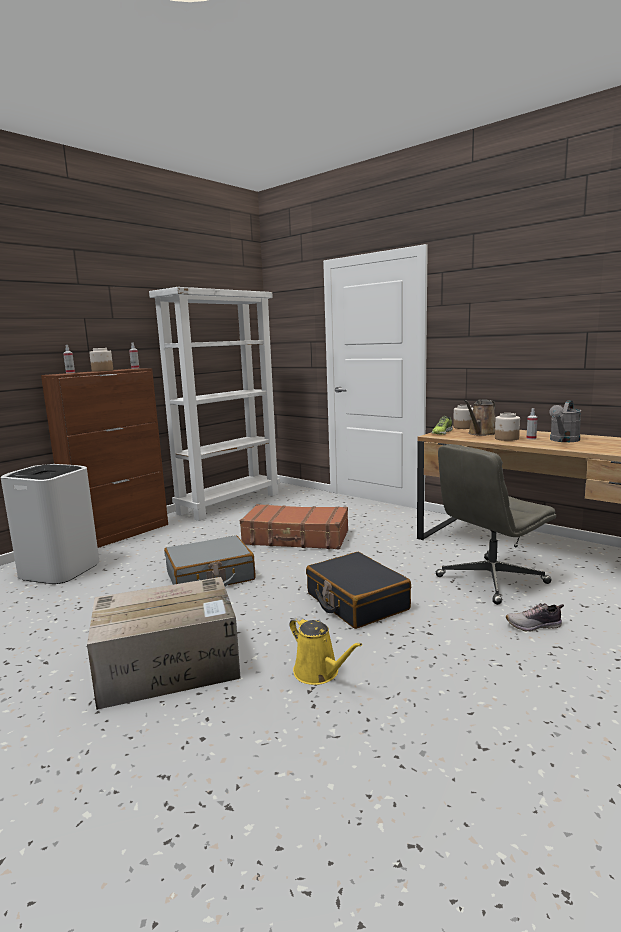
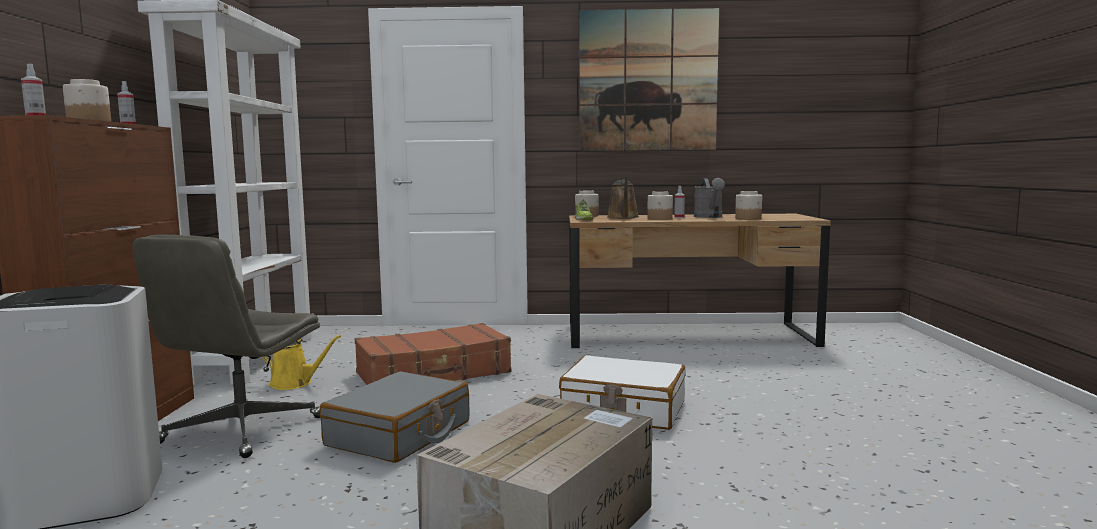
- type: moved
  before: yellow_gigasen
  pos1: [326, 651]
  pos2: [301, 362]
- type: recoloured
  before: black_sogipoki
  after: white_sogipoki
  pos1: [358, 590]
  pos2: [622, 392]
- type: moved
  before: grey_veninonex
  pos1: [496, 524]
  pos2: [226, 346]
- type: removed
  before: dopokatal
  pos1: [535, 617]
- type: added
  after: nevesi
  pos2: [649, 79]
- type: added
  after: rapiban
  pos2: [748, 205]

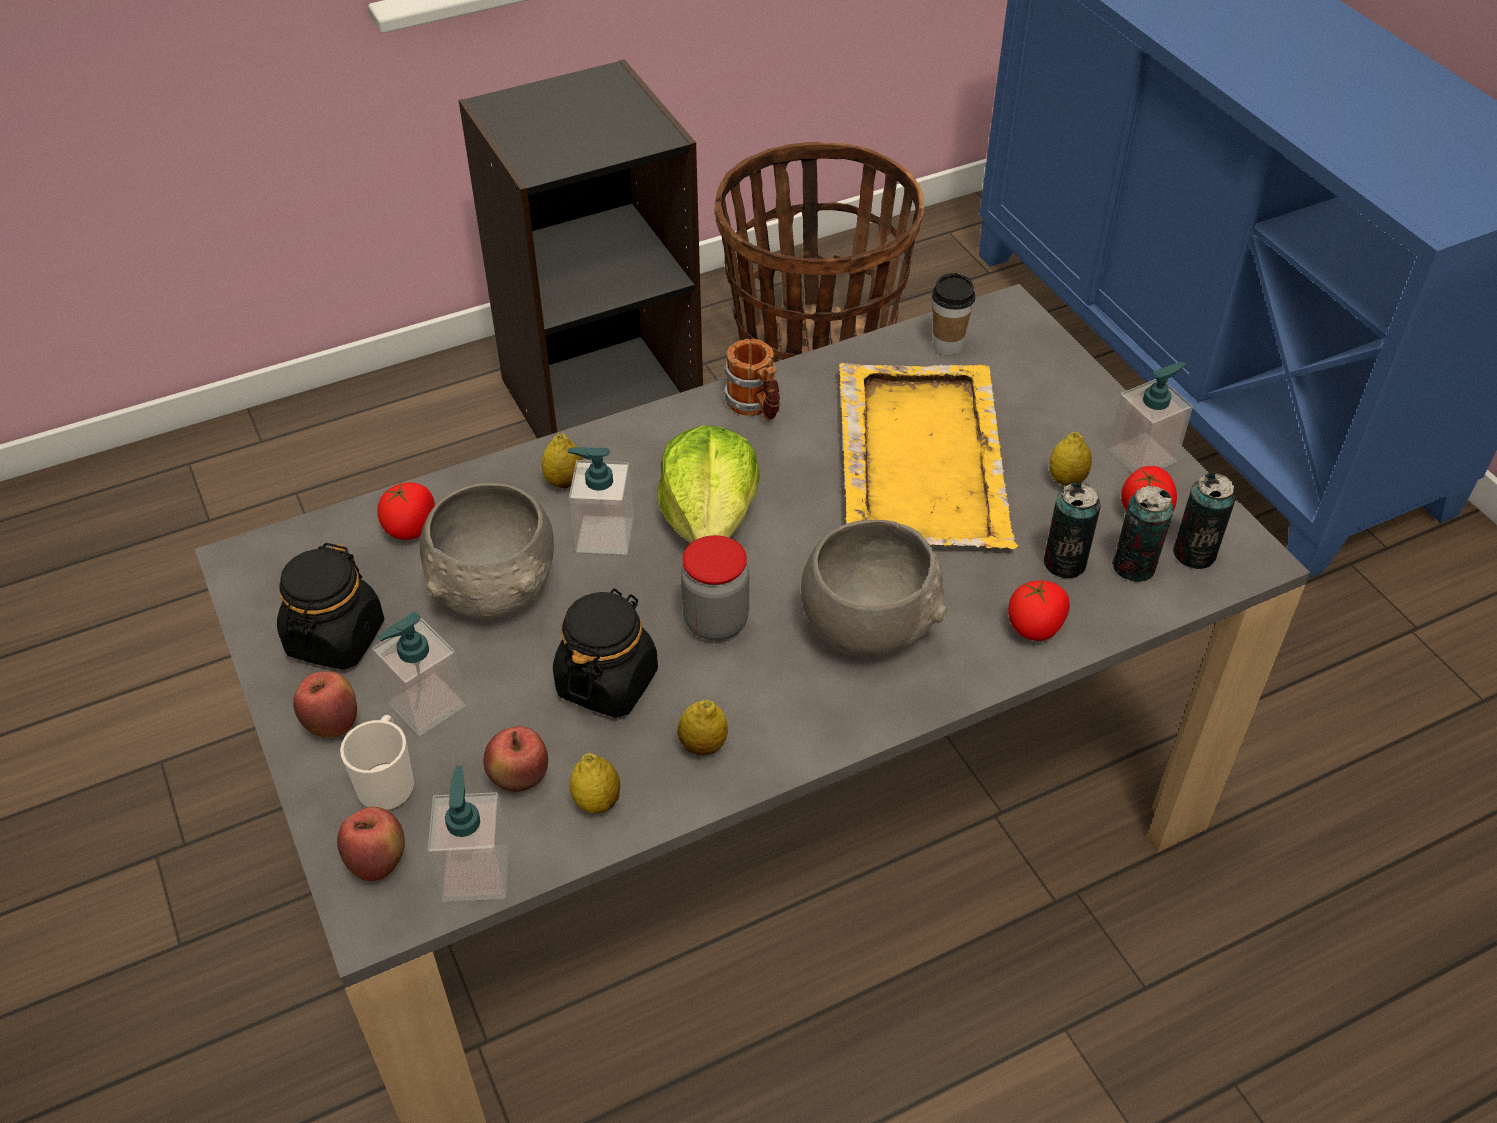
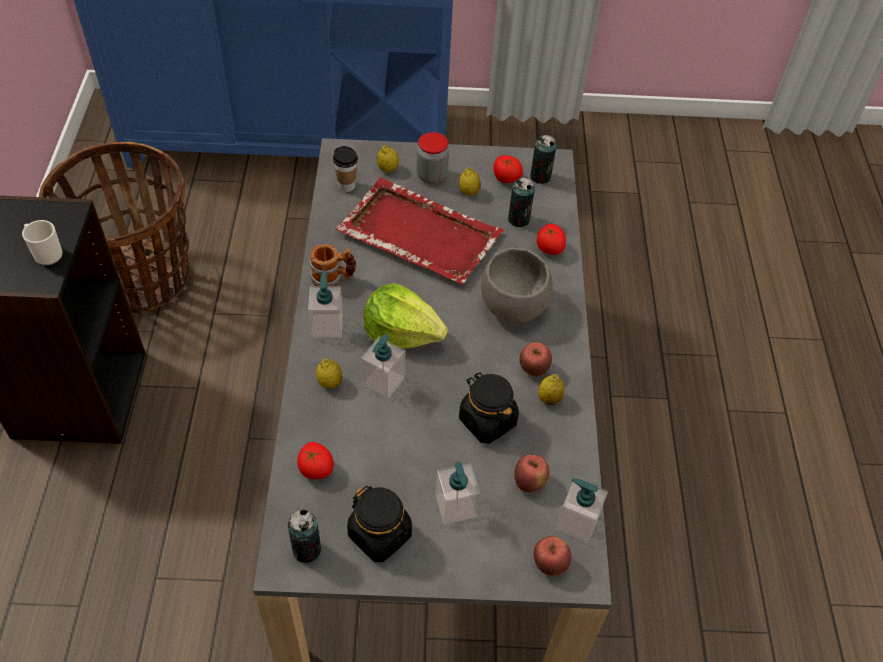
- type: moved
  before: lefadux
  pos1: [325, 704]
  pos2: [535, 359]
- type: moved
  before: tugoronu
  pos1: [377, 763]
  pos2: [42, 242]
- type: removed
  before: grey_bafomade
  pos1: [487, 551]
- type: moved
  before: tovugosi
  pos1: [595, 783]
  pos2: [388, 158]
- type: moved
  before: rapiban
  pos1: [715, 588]
  pos2: [432, 158]
- type: recoloured
  before: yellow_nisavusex
  after: red_nisavusex
  pos1: [928, 456]
  pos2: [420, 231]
- type: moved
  before: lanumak
  pos1: [1150, 417]
  pos2: [325, 304]
- type: moved
  before: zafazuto
  pos1: [1142, 534]
  pos2: [304, 536]

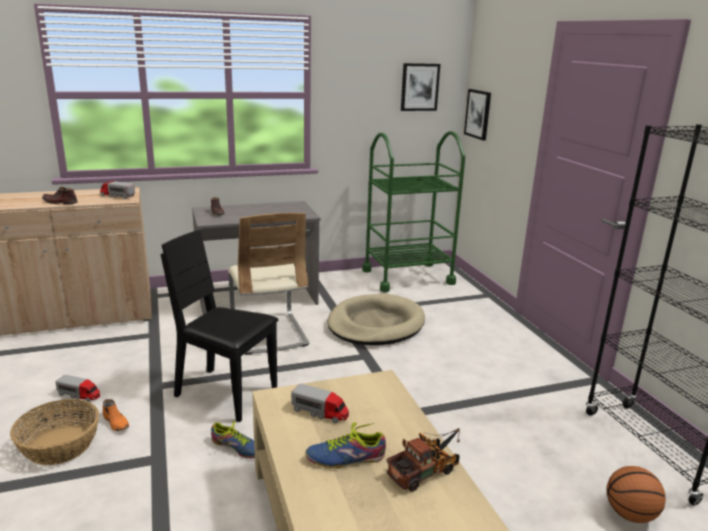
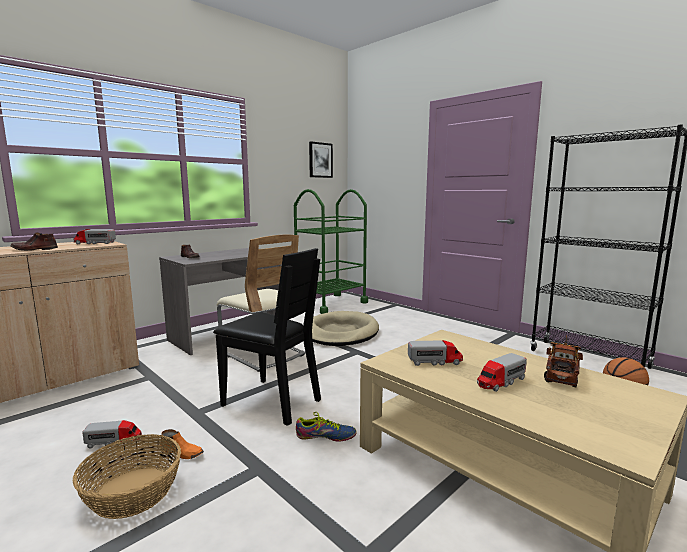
- type: turned
  before: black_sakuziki
  pos1: [219, 326]
  pos2: [267, 337]
  turn: -150
- type: replaced
  before: dopokatal
  after: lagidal
  pos1: [345, 445]
  pos2: [502, 372]
- type: removed
  before: nevesi
  pos1: [477, 114]

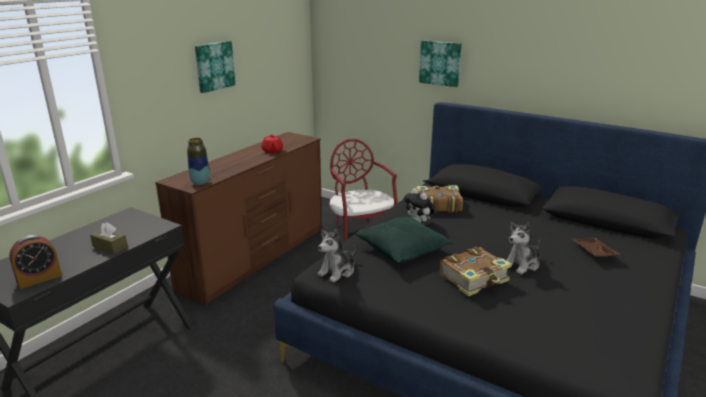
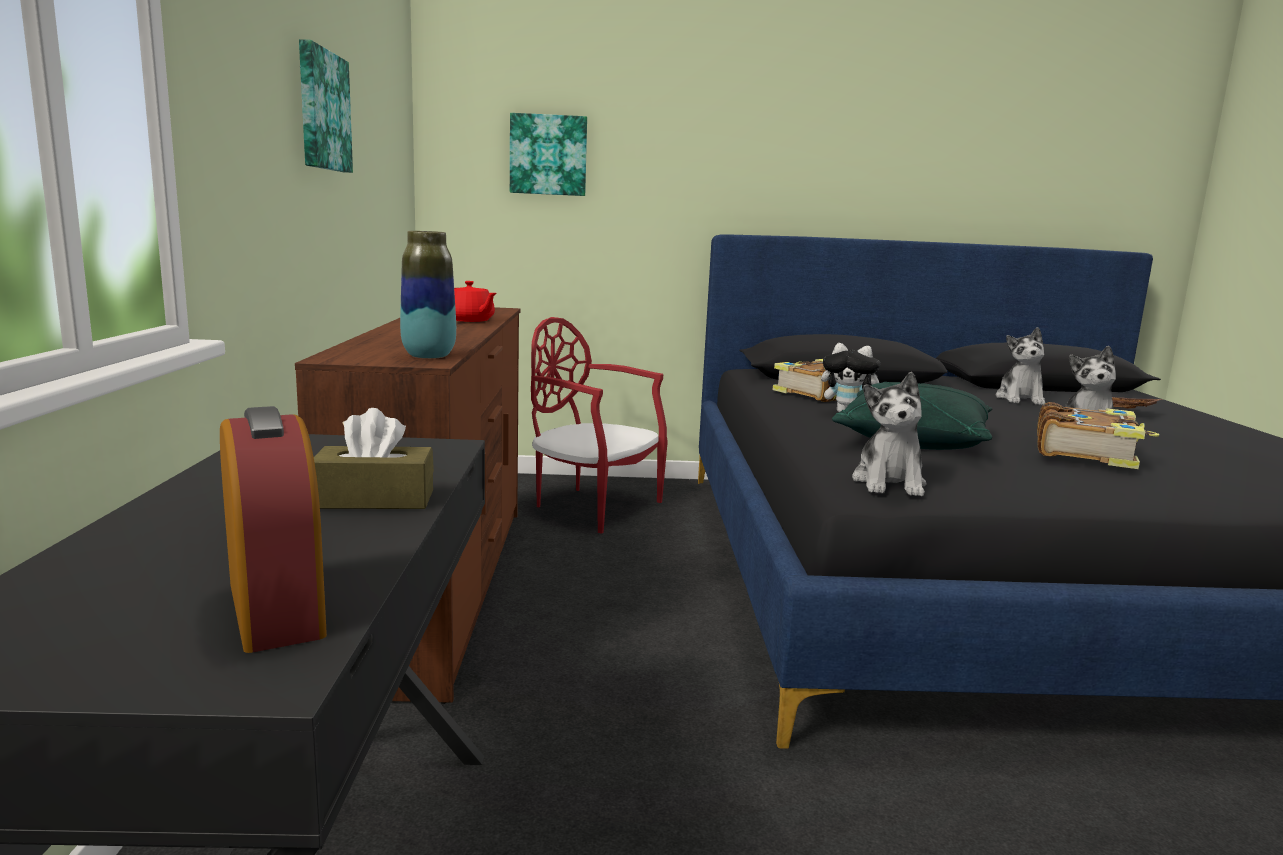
- type: turned
  before: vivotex
  pos1: [35, 262]
  pos2: [273, 529]
  turn: -45
- type: moved
  before: nevesi
  pos1: [440, 63]
  pos2: [548, 154]
- type: added
  after: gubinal
  pos2: [1020, 366]

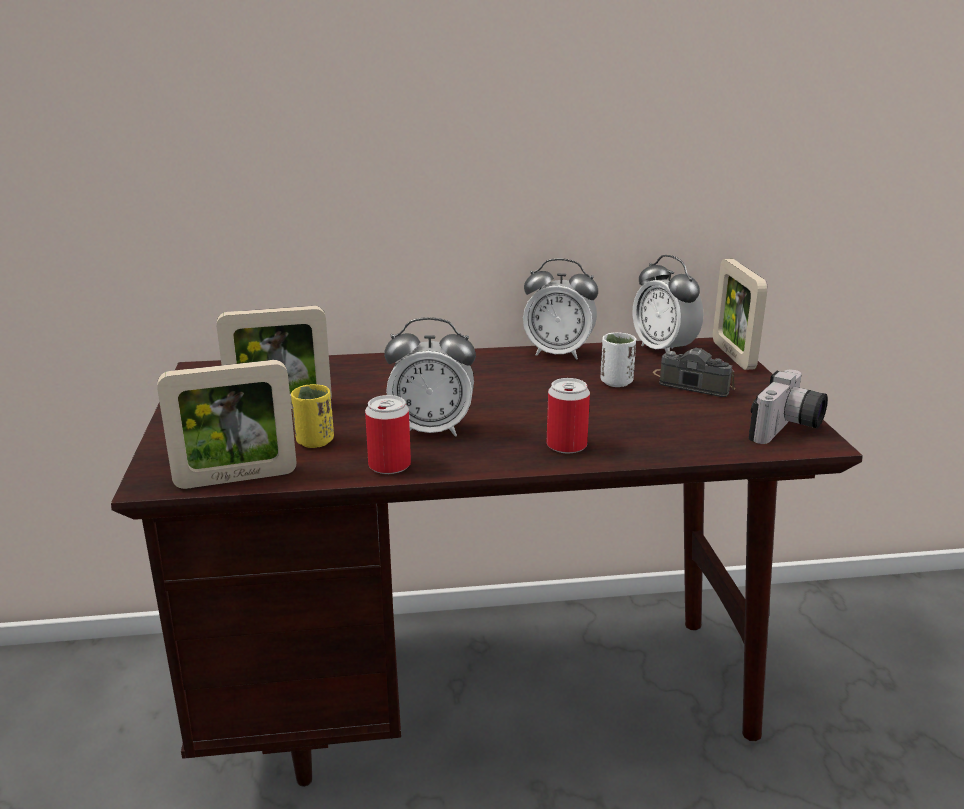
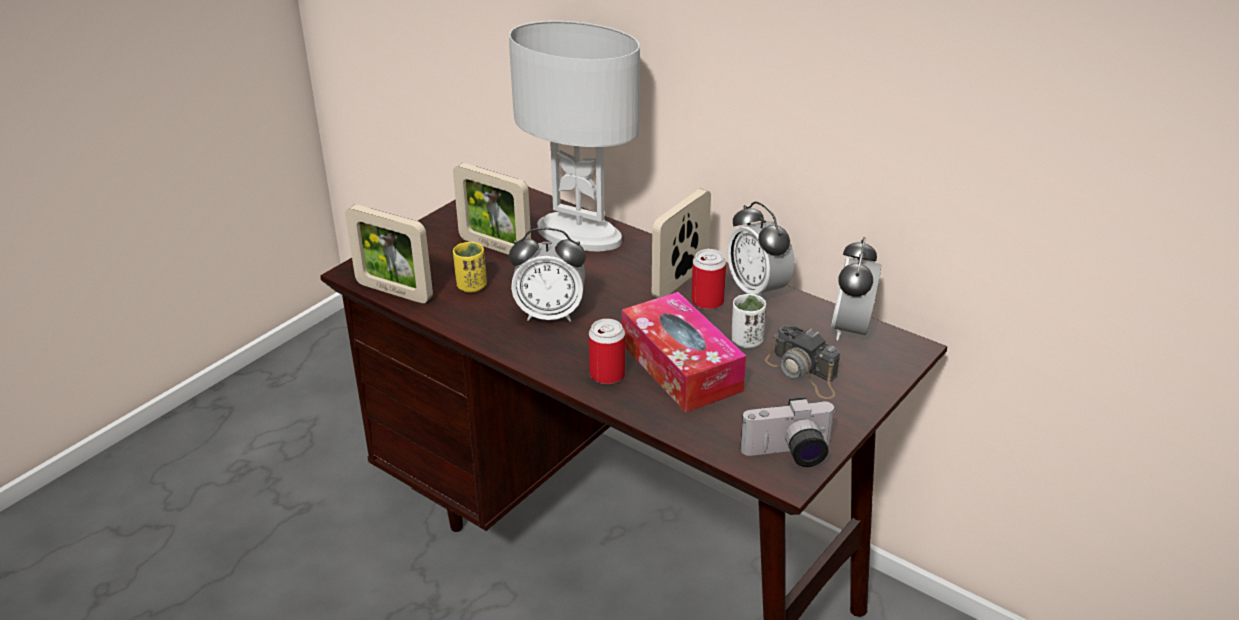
- type: moved
  before: zafazuto
  pos1: [388, 434]
  pos2: [708, 279]
- type: turned
  before: vivotex
  pos1: [430, 377]
  pos2: [547, 274]
  turn: -45
- type: turned
  before: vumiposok
  pos1: [694, 372]
  pos2: [802, 362]
  turn: 150
- type: moved
  before: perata
  pos1: [740, 314]
  pos2: [681, 243]
- type: added
  after: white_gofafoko
  pos2: [574, 136]
- type: added
  after: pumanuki
  pos2: [684, 352]

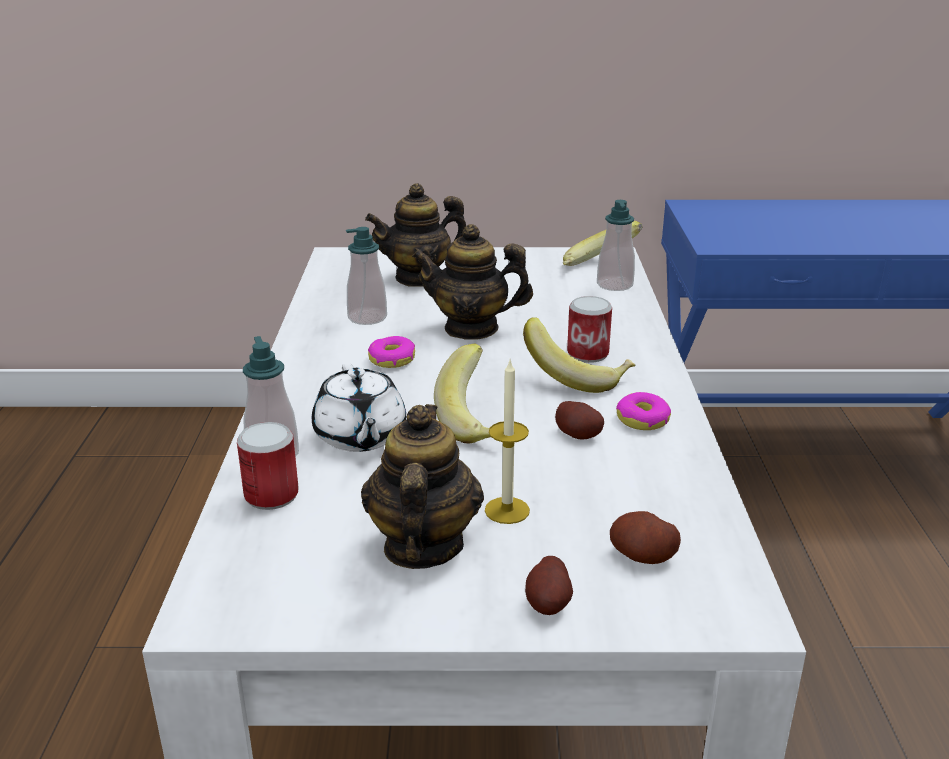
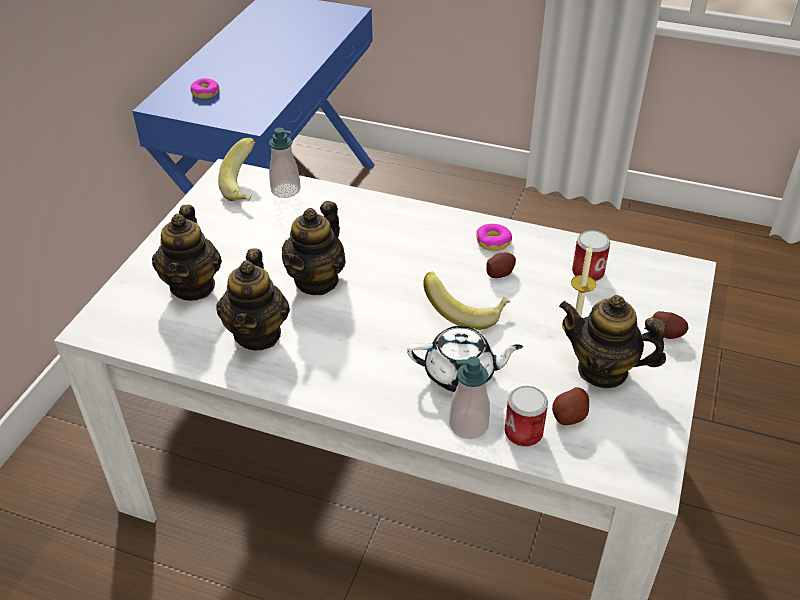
- type: replaced
  before: lanumak
  after: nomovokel
  pos1: [366, 276]
  pos2: [253, 300]
- type: moved
  before: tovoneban
  pos1: [391, 352]
  pos2: [204, 88]
- type: removed
  before: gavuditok
  pos1: [579, 355]
- type: moved
  before: zafazuto
  pos1: [589, 329]
  pos2: [591, 256]
- type: moved
  before: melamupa
  pos1: [645, 537]
  pos2: [570, 406]

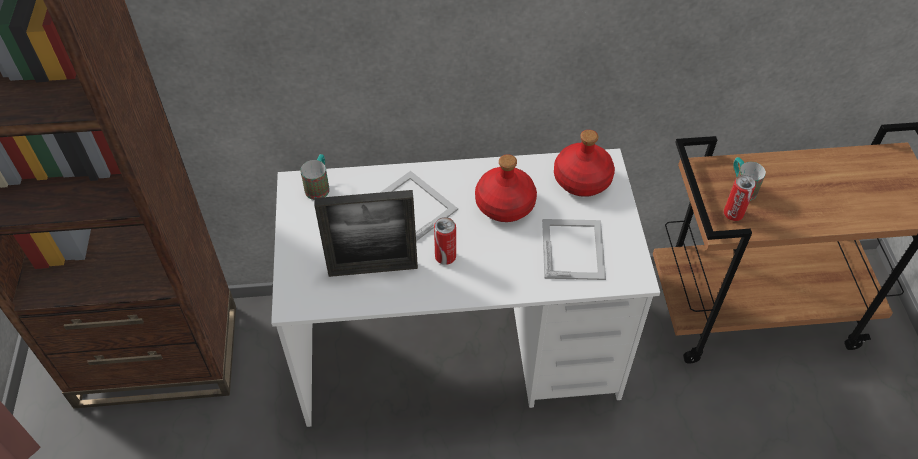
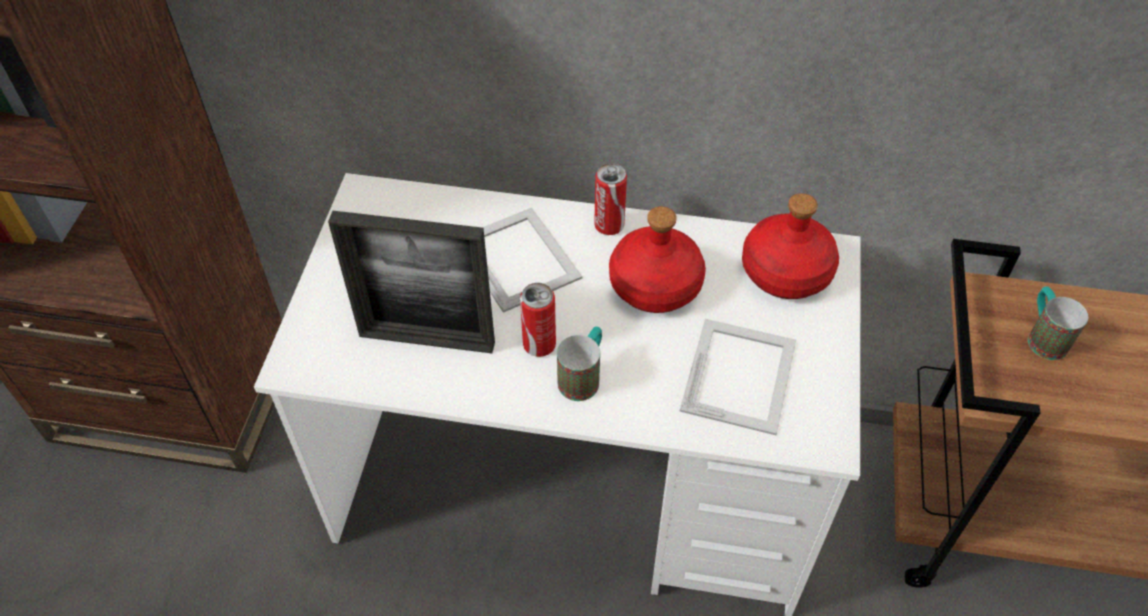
- type: moved
  before: tugoronu
  pos1: [315, 177]
  pos2: [579, 363]
- type: moved
  before: zafazuto
  pos1: [740, 198]
  pos2: [610, 199]

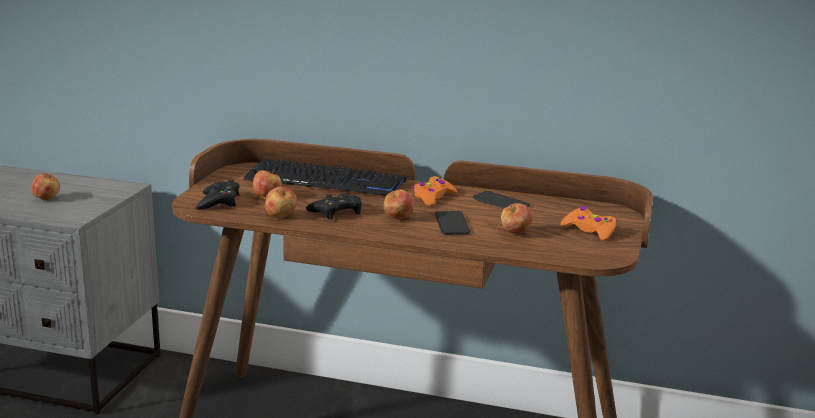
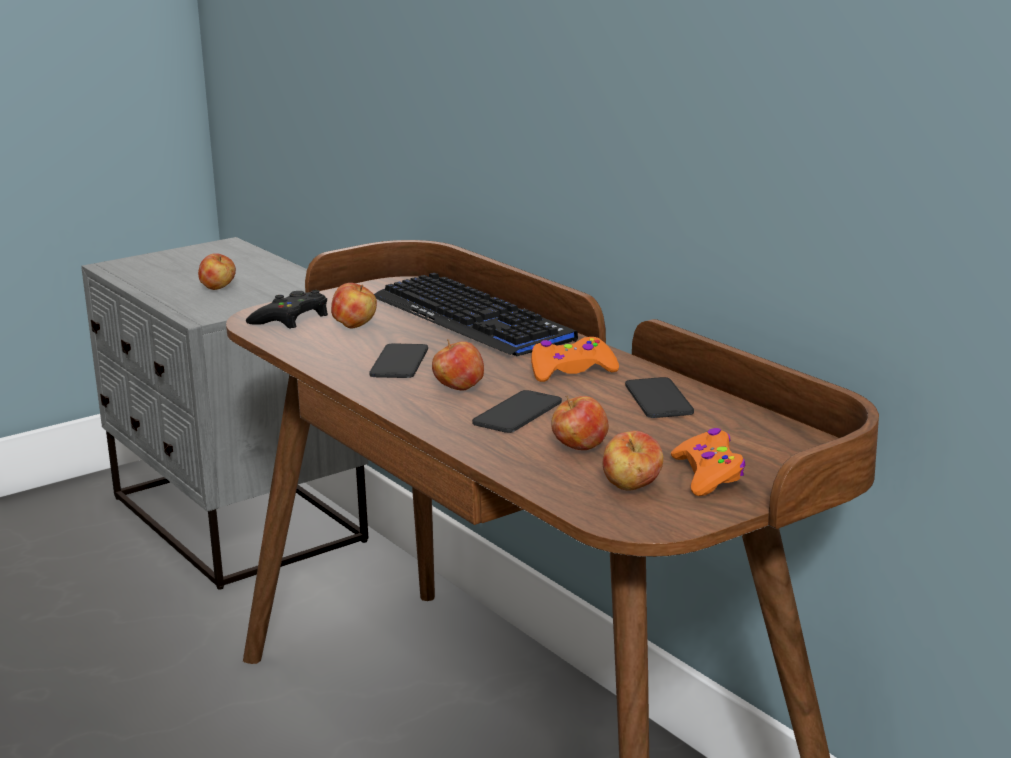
- type: moved
  before: lefadux
  pos1: [281, 202]
  pos2: [633, 461]
- type: replaced
  before: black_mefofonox
  after: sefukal
  pos1: [334, 206]
  pos2: [398, 360]

